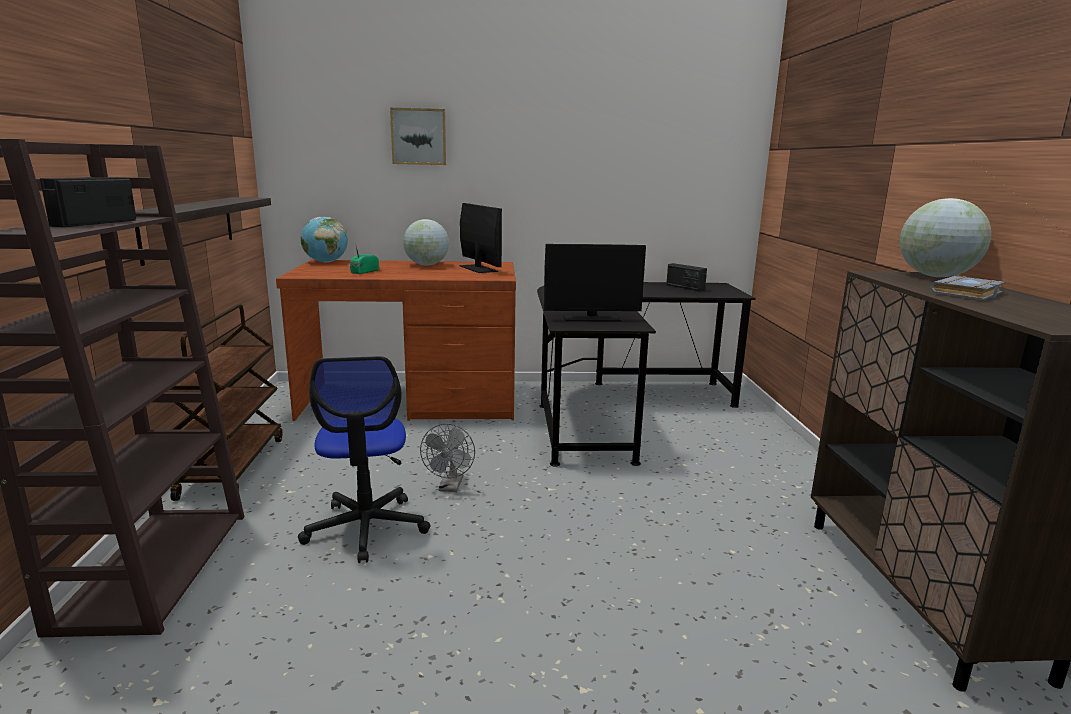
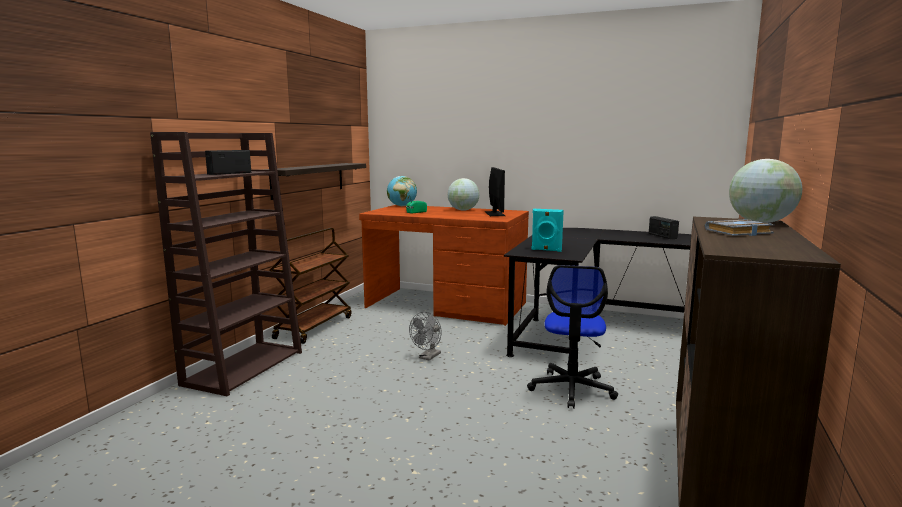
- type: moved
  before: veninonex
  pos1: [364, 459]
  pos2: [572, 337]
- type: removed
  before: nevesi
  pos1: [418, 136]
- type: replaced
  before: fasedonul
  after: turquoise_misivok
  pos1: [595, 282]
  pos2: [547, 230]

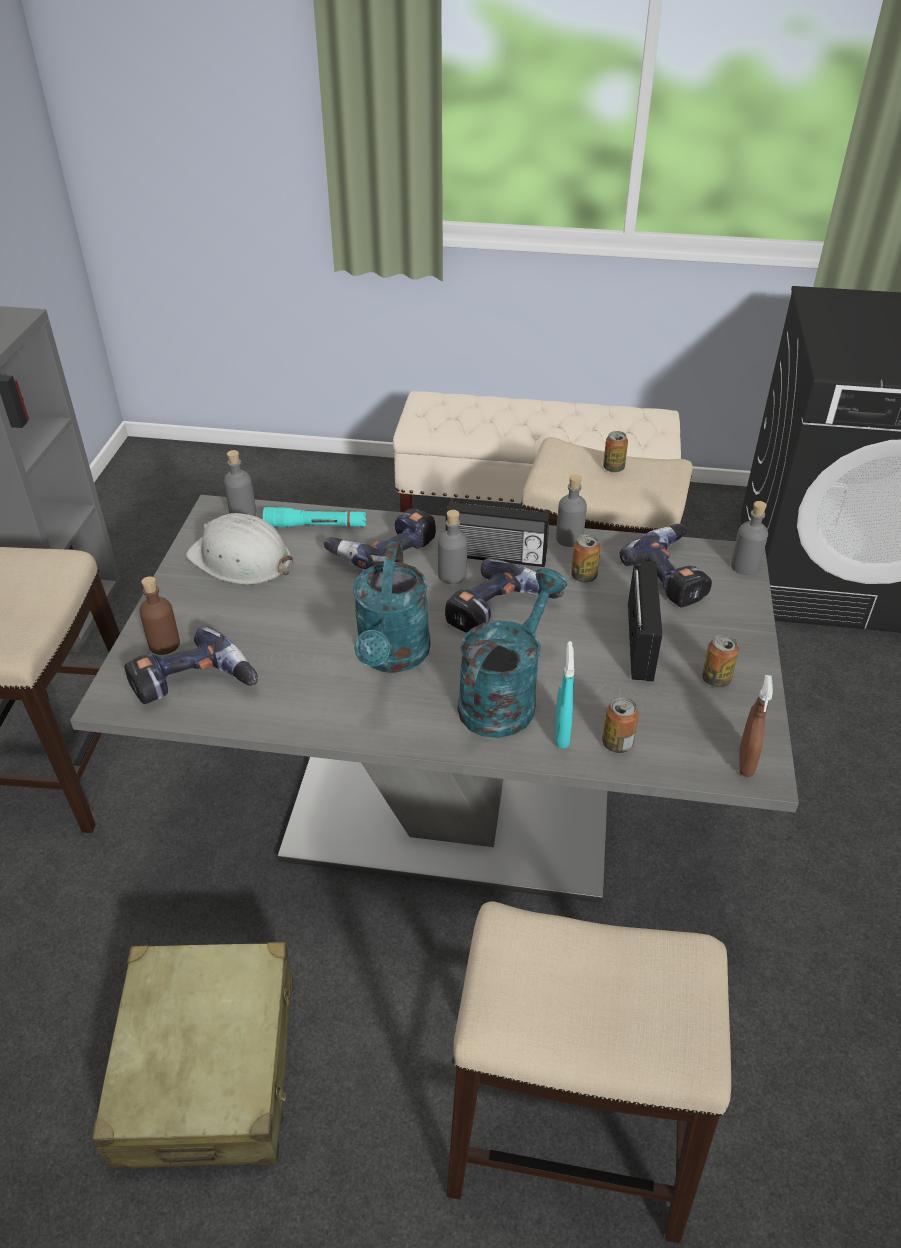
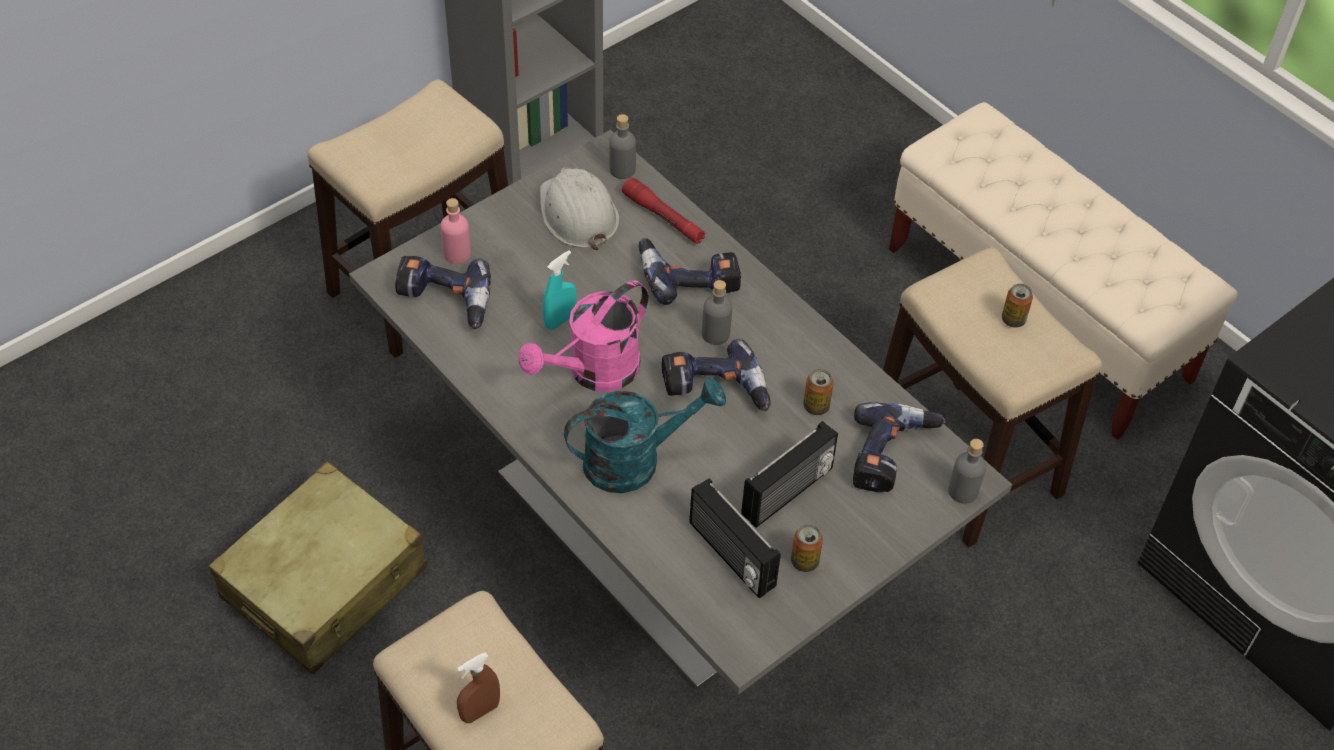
- type: recoloured
  before: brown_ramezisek
  after: pink_ramezisek
  pos1: [159, 615]
  pos2: [456, 231]
- type: recoloured
  before: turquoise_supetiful
  after: red_supetiful
  pos1: [314, 517]
  pos2: [664, 210]
- type: recoloured
  before: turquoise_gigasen
  after: pink_gigasen
  pos1: [391, 607]
  pos2: [583, 336]
- type: moved
  before: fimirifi
  pos1: [498, 533]
  pos2: [735, 538]
- type: moved
  before: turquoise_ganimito
  pos1: [564, 695]
  pos2: [559, 290]
- type: removed
  before: grey_ramezisek
  pos1: [571, 510]
- type: removed
  before: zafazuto
  pos1: [620, 725]
- type: moved
  before: brown_ganimito
  pos1: [756, 726]
  pos2: [478, 687]

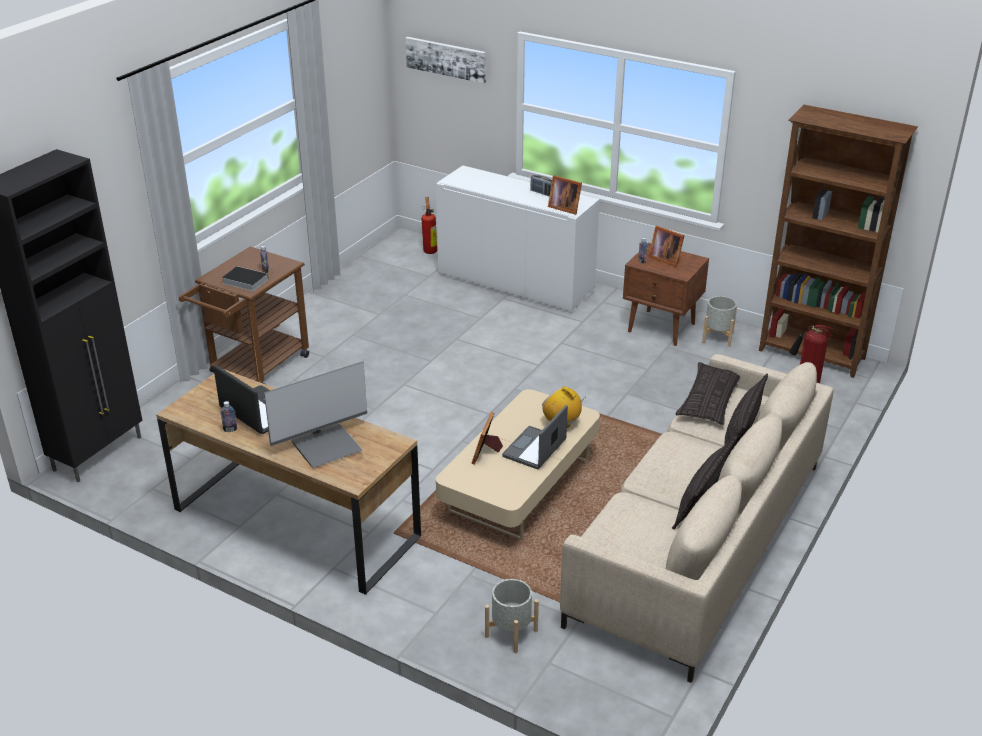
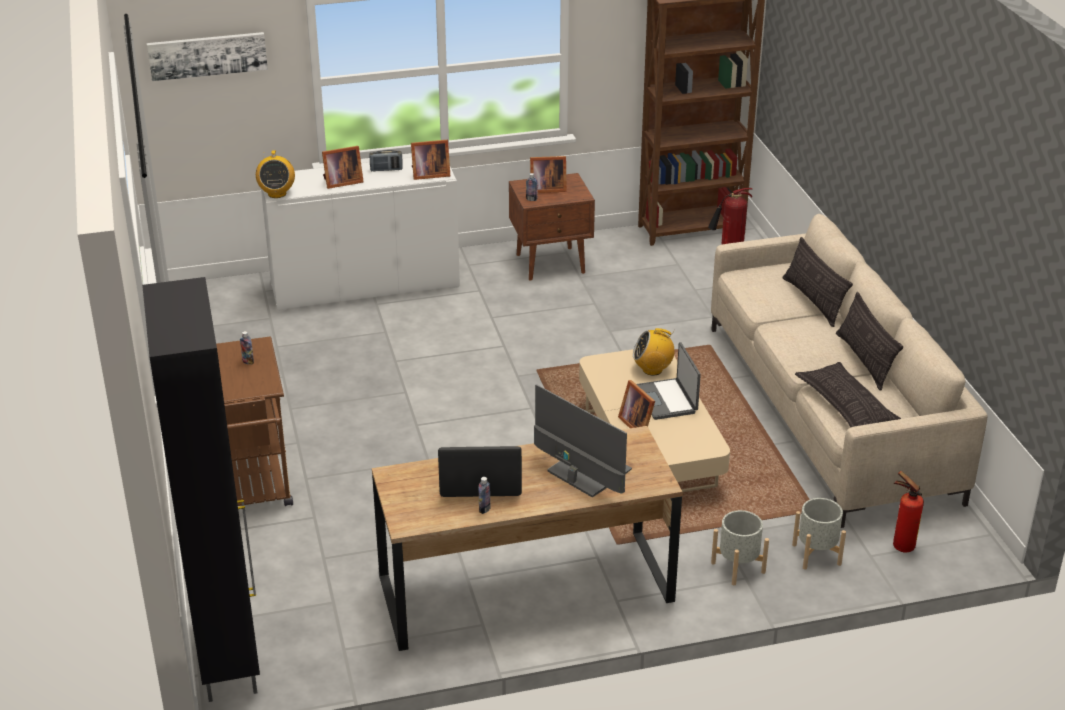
- type: removed
  before: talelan
  pos1: [245, 278]
- type: turned
  before: fasedonul
  pos1: [315, 414]
  pos2: [583, 440]
  turn: -60
- type: moved
  before: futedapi
  pos1: [429, 225]
  pos2: [908, 512]
- type: moved
  before: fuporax
  pos1: [708, 393]
  pos2: [848, 394]
- type: moved
  before: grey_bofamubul
  pos1: [719, 321]
  pos2: [740, 547]
- type: added
  after: fimirifi
  pos2: [275, 174]
- type: added
  after: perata
  pos2: [343, 167]

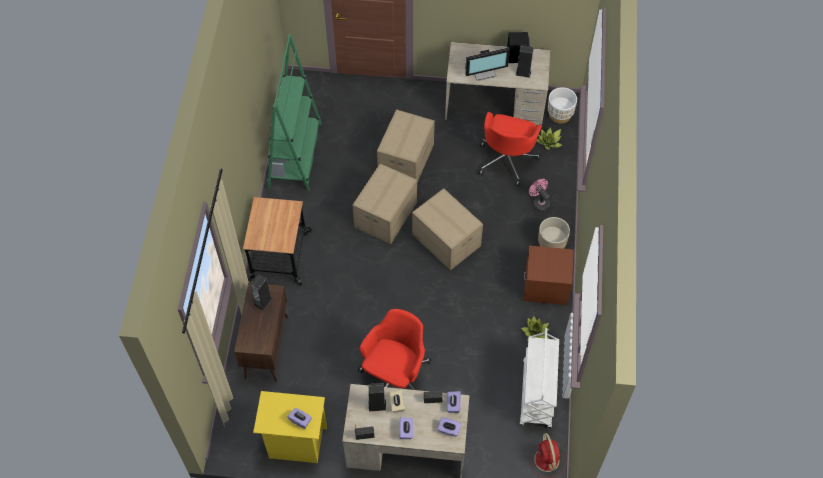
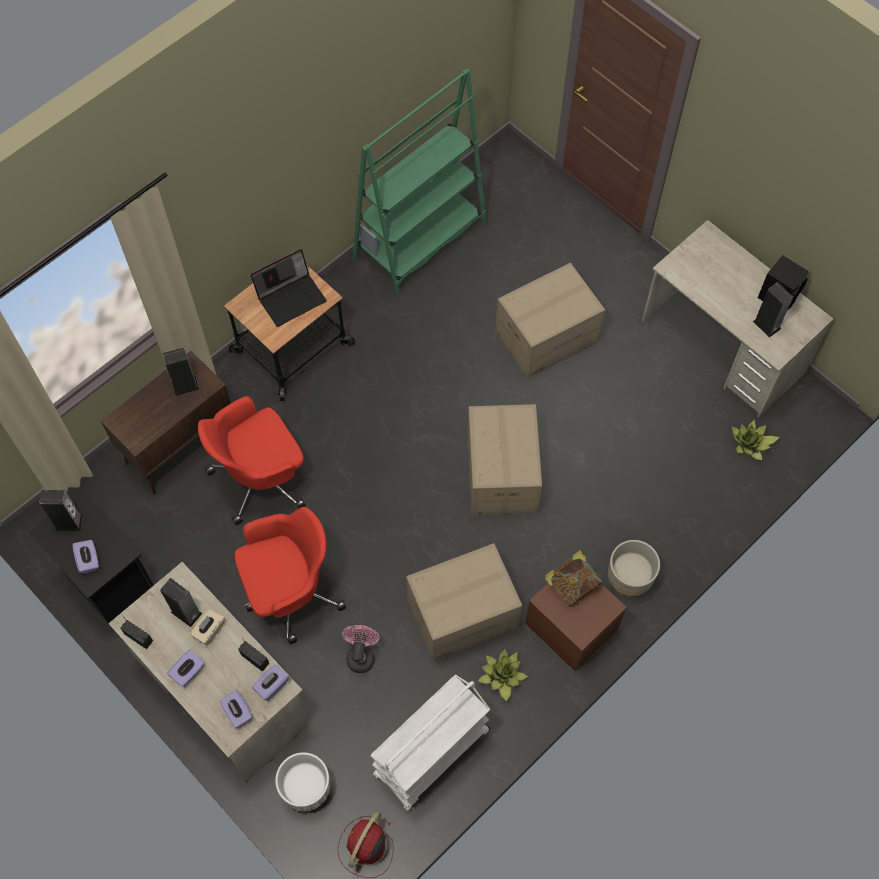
- type: recoloured
  before: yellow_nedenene
  after: black_nedenene
  pos1: [290, 427]
  pos2: [91, 556]
- type: moved
  before: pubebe
  pos1: [385, 204]
  pos2: [464, 602]
- type: removed
  before: fasedonul
  pos1: [487, 64]
- type: moved
  before: red_veninonex
  pos1: [510, 149]
  pos2: [252, 460]
- type: moved
  before: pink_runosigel
  pos1: [539, 195]
  pos2: [361, 649]
- type: moved
  before: white_bofamubul
  pos1: [562, 105]
  pos2: [302, 782]
- type: added
  after: misivok
  pos2: [61, 510]
- type: added
  after: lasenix
  pos2: [289, 288]
- type: added
  after: talelan
  pos2: [574, 578]

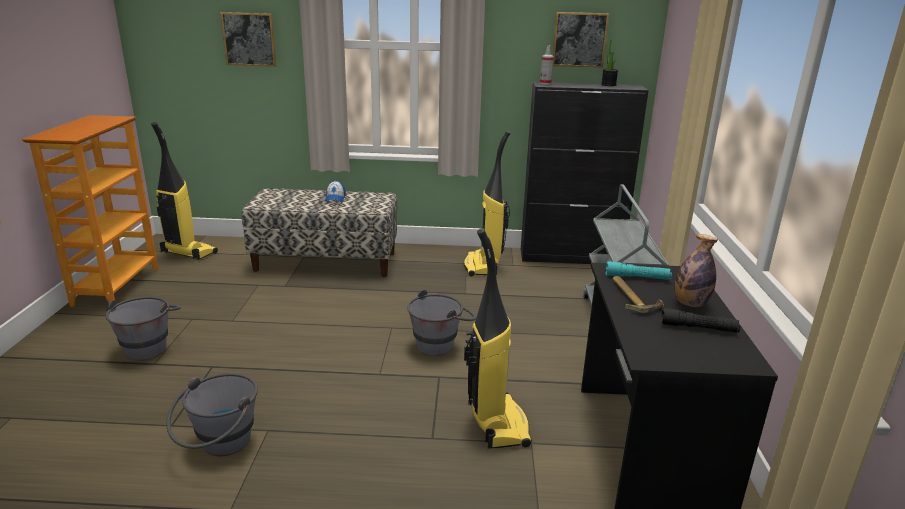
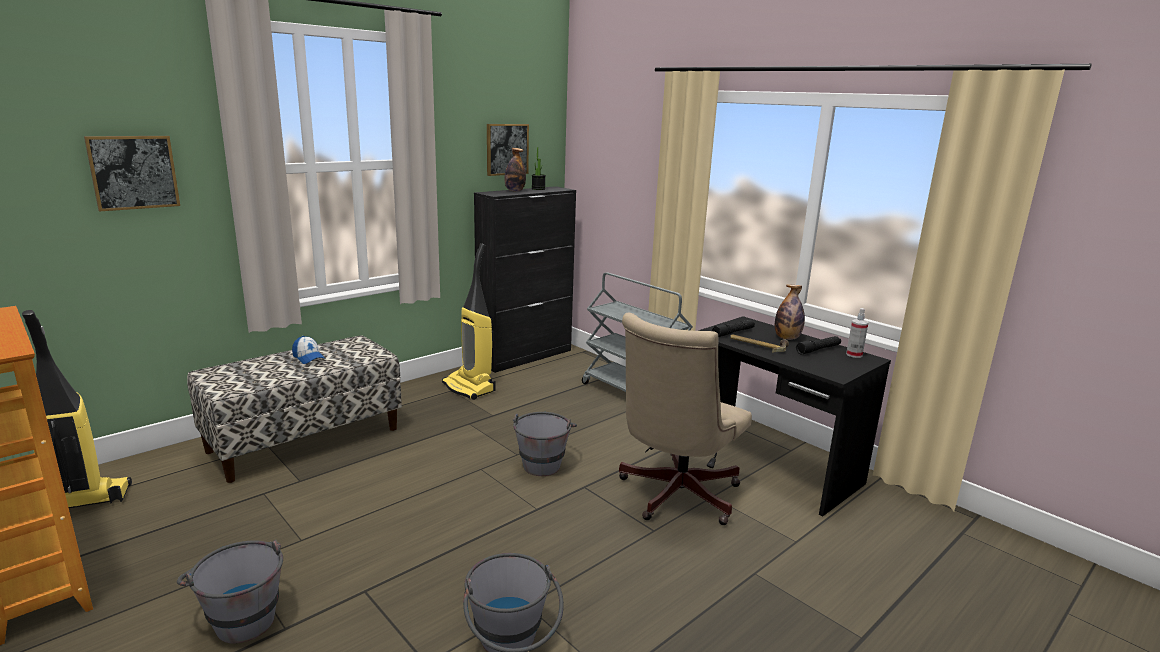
- type: replaced
  before: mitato
  after: beige_veninonex
  pos1: [498, 338]
  pos2: [685, 418]
- type: moved
  before: ganimito
  pos1: [547, 64]
  pos2: [857, 333]
- type: recoloured
  before: turquoise_supetiful
  after: black_supetiful
  pos1: [639, 270]
  pos2: [733, 328]
- type: added
  after: ramezisek
  pos2: [515, 170]

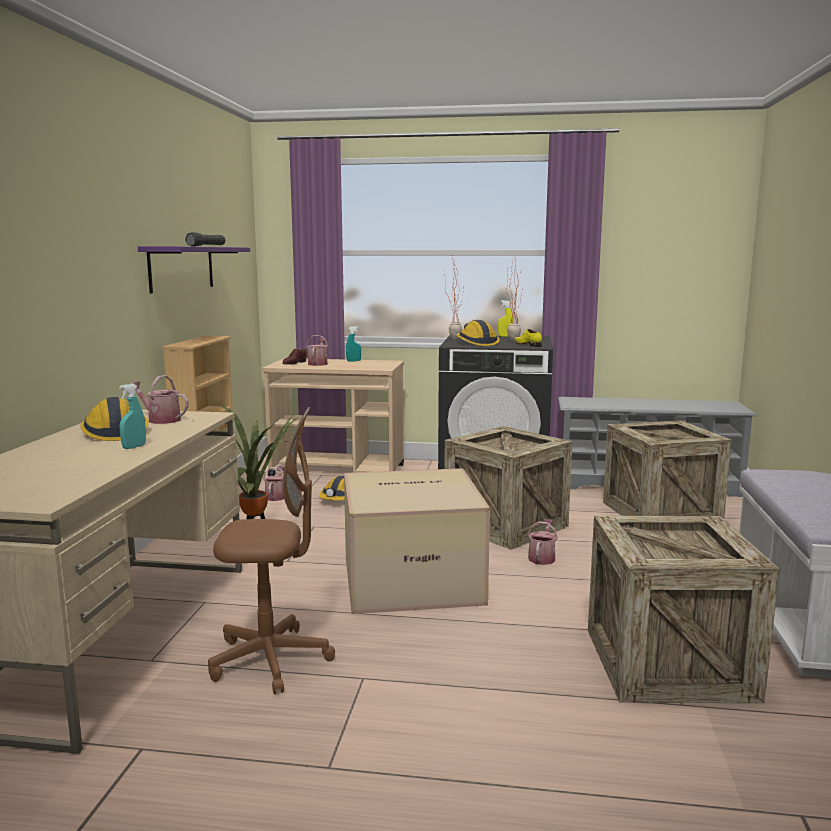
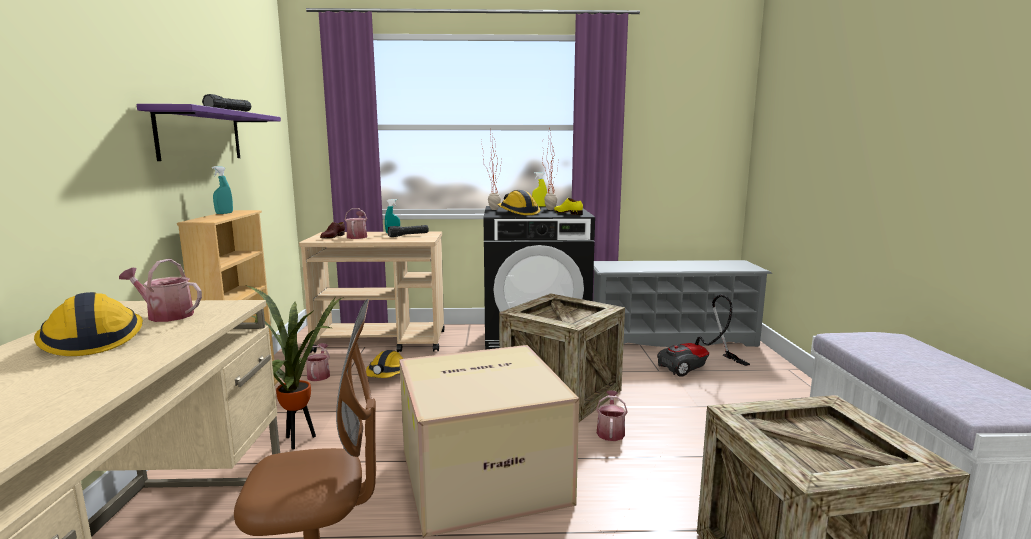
- type: moved
  before: turquoise_ganimito
  pos1: [132, 416]
  pos2: [222, 190]
- type: replaced
  before: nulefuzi
  after: mitato
  pos1: [667, 469]
  pos2: [703, 335]
- type: added
  after: black_supetiful
  pos2: [408, 231]

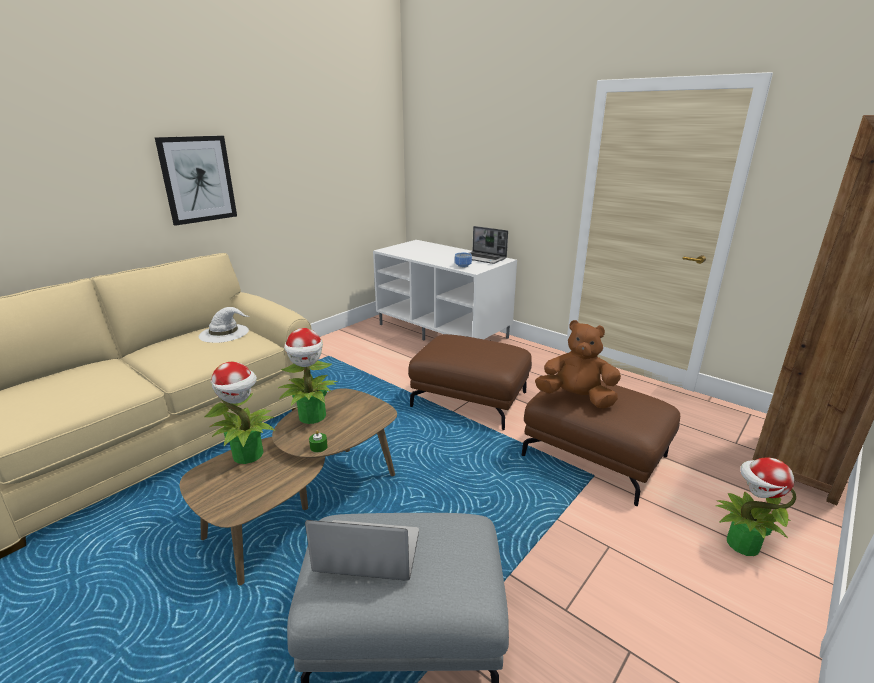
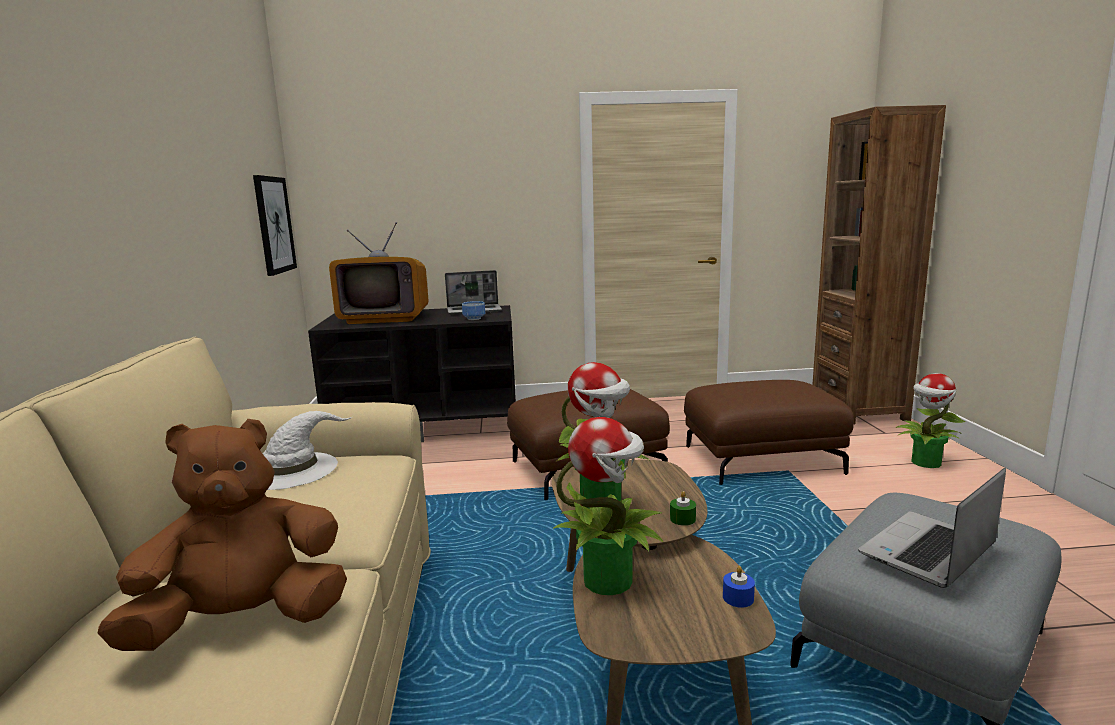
- type: moved
  before: nevesi
  pos1: [196, 181]
  pos2: [275, 225]
- type: recoloured
  before: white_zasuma
  after: black_zasuma
  pos1: [445, 290]
  pos2: [412, 373]
- type: moved
  before: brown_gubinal
  pos1: [578, 364]
  pos2: [222, 535]
- type: added
  after: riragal
  pos2: [379, 273]
- type: added
  after: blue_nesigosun
  pos2: [739, 587]

